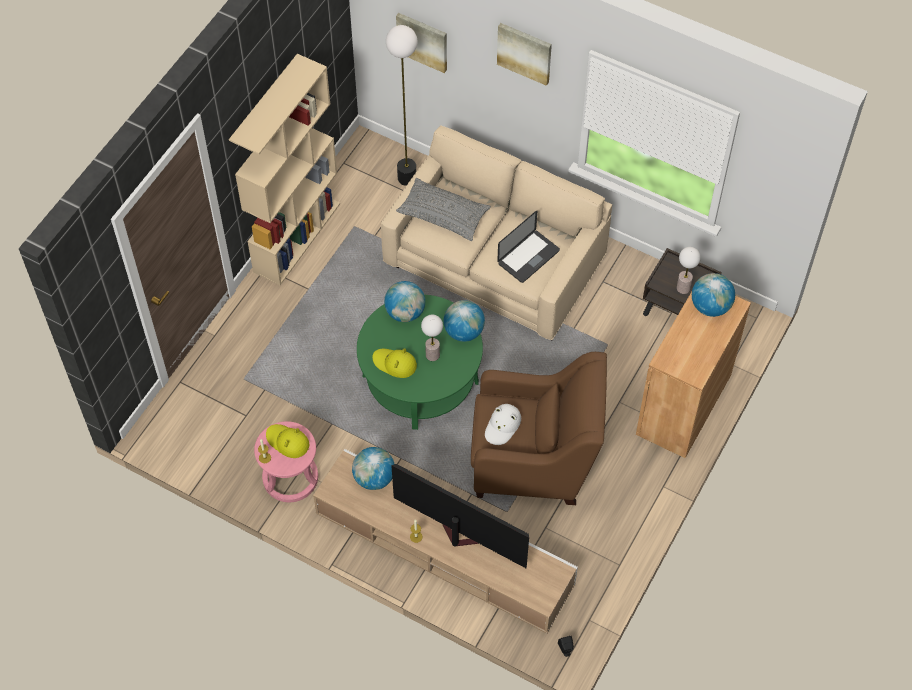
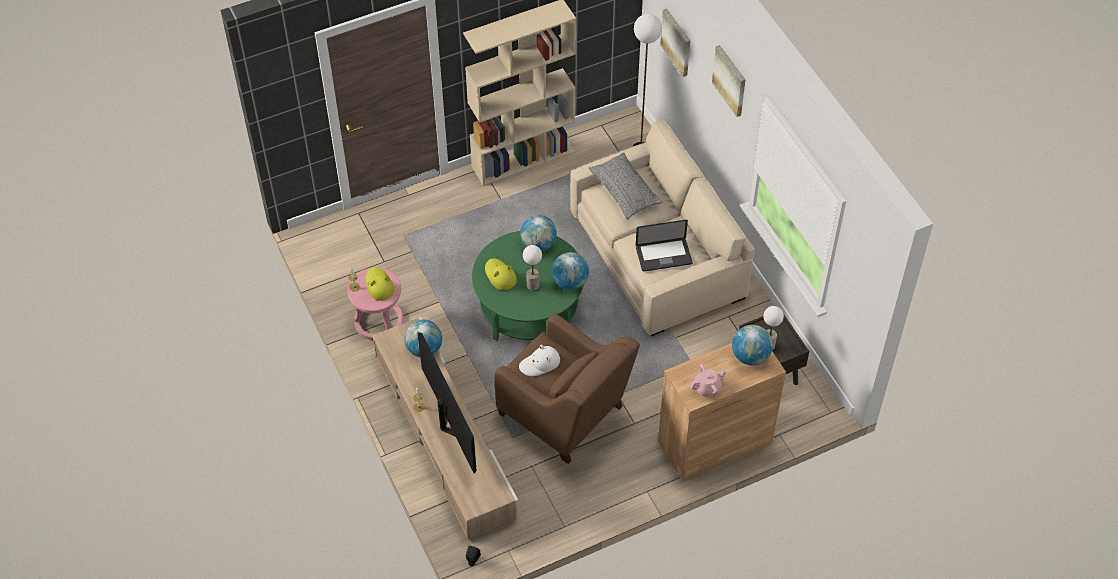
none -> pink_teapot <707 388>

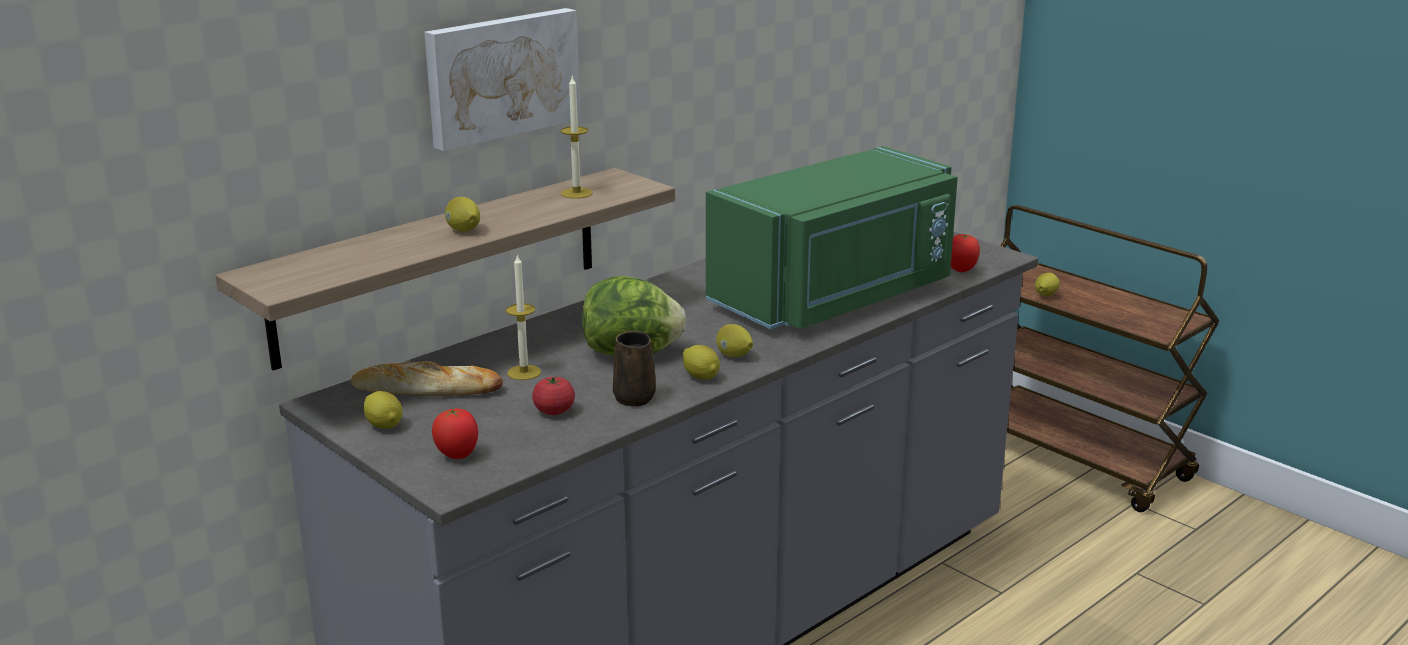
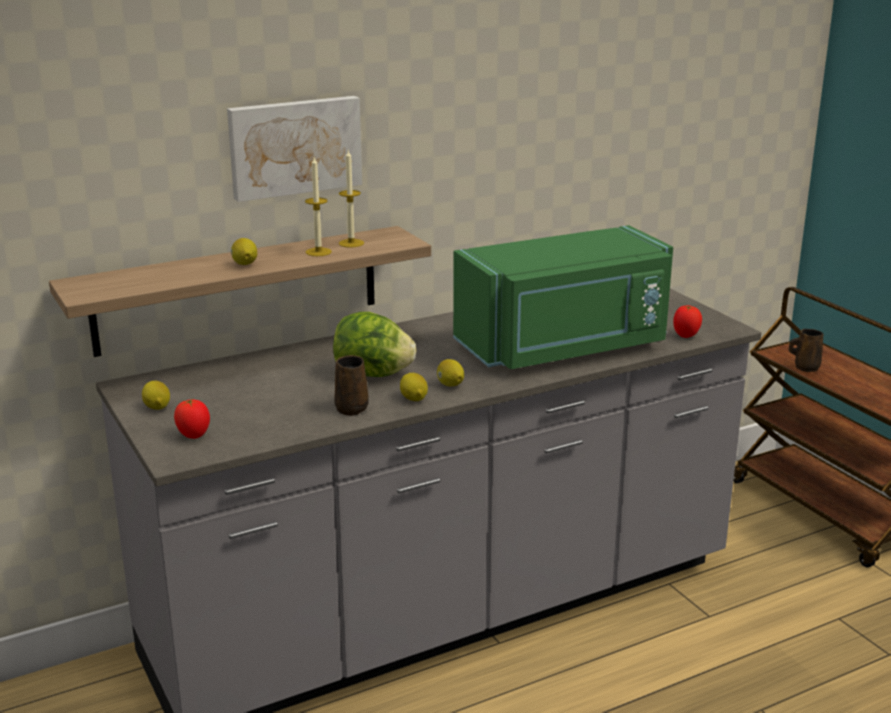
bread <427 389> -> none
candle <524 372> -> candle <318 252>, shifted
tomato <554 411> -> none
lemon <1045 295> -> brown_mug <805 367>

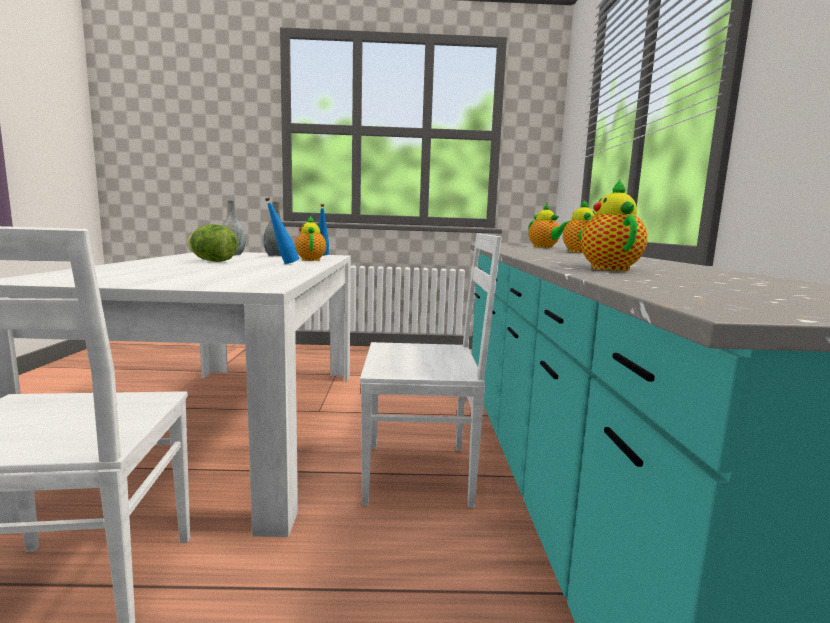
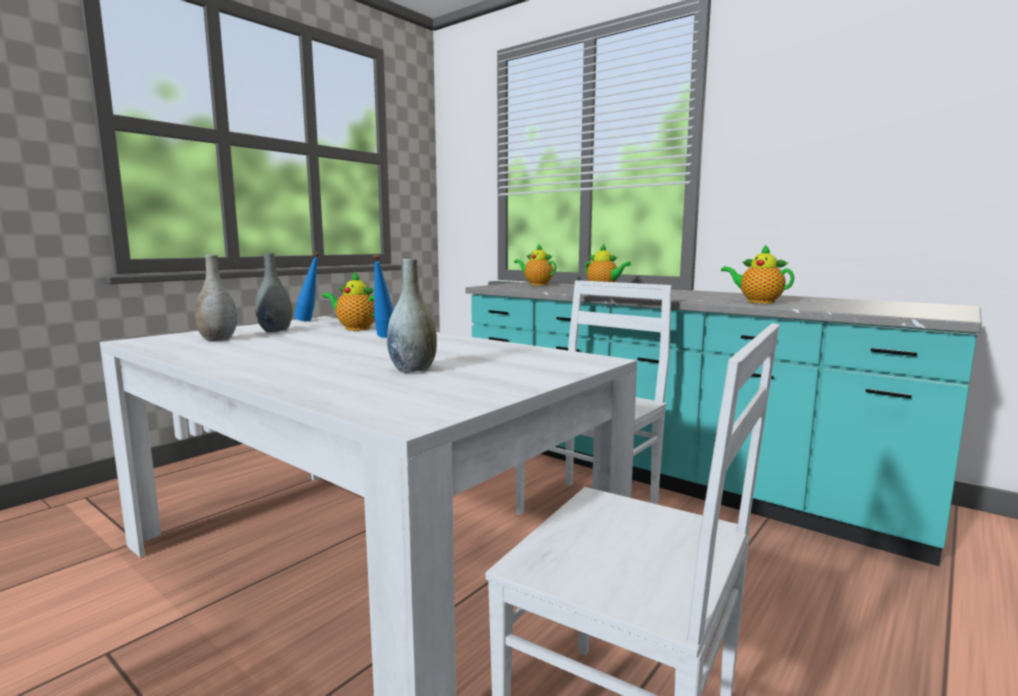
lettuce <213 261> -> none
teapot <545 247> -> teapot <536 284>, 150 degrees counterclockwise
none -> grey_vase <413 370>

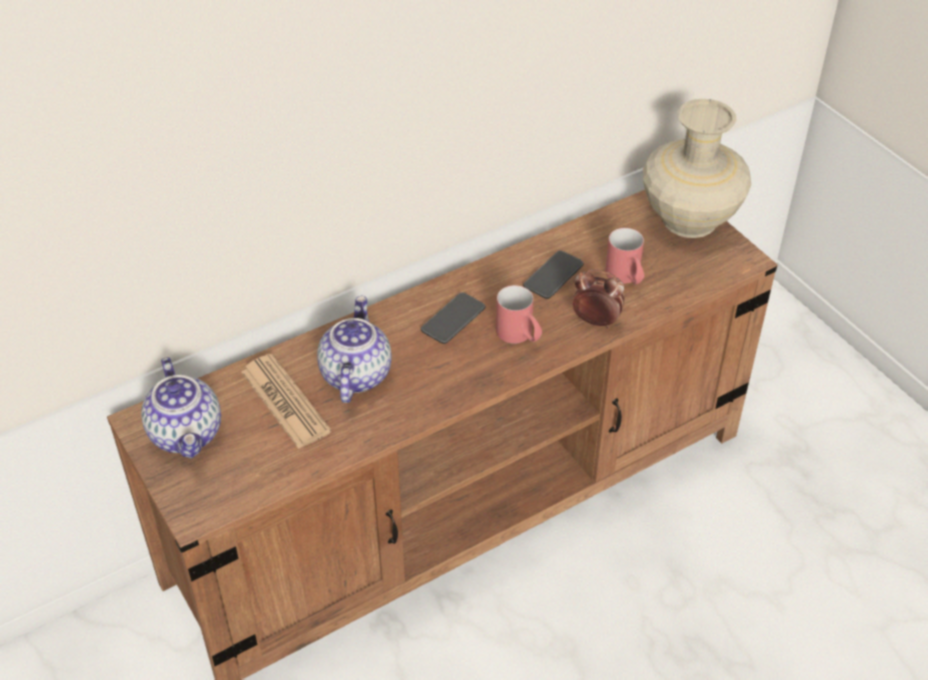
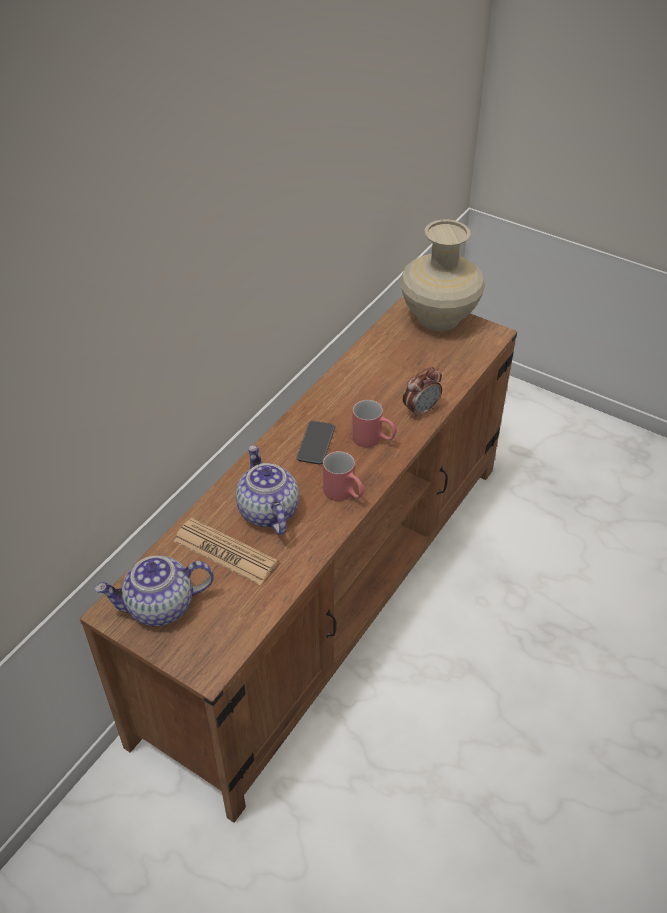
teapot <187 433> -> teapot <160 607>, 120 degrees clockwise
phone <553 275> -> none
alarm_clock <596 321> -> alarm_clock <421 410>, 150 degrees clockwise
red_mug <626 278> -> red_mug <344 494>, shifted

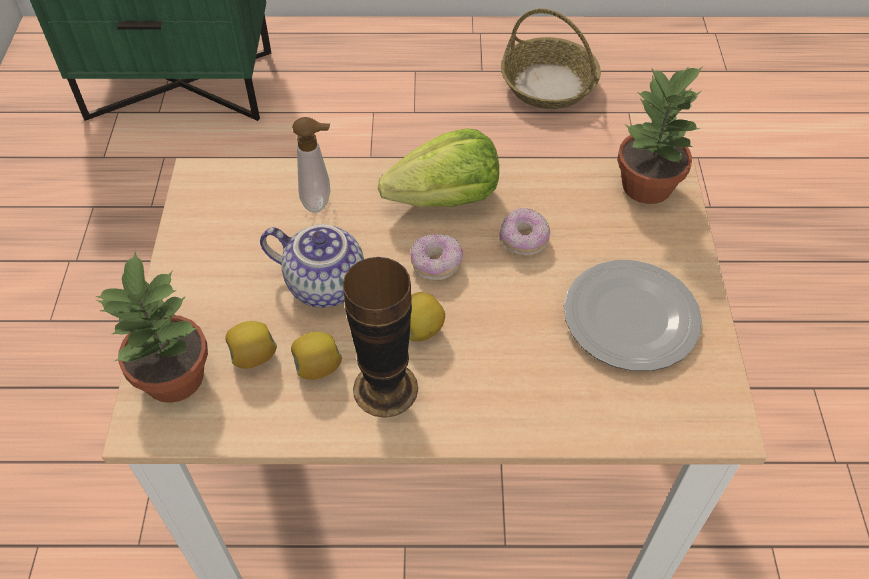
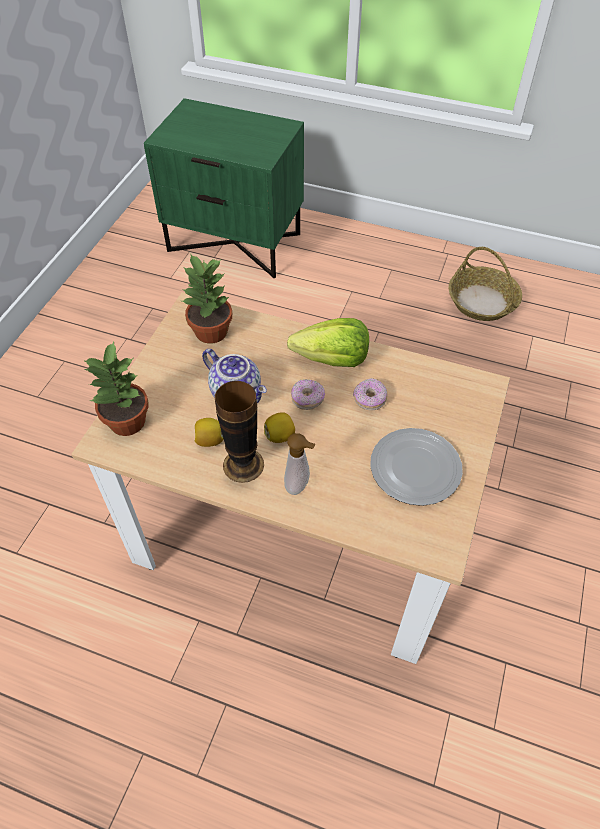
lemon <253 356> -> none
soap_dispenser <320 202> -> soap_dispenser <299 485>, shifted
potted_plant <648 187> -> potted_plant <211 332>, shifted

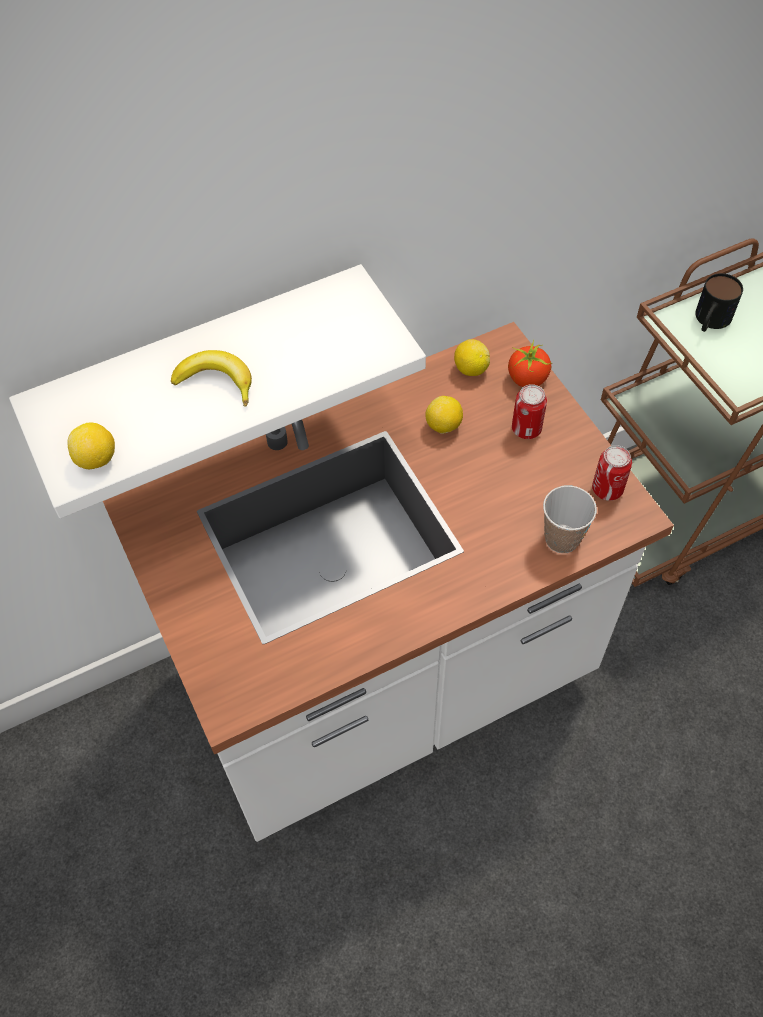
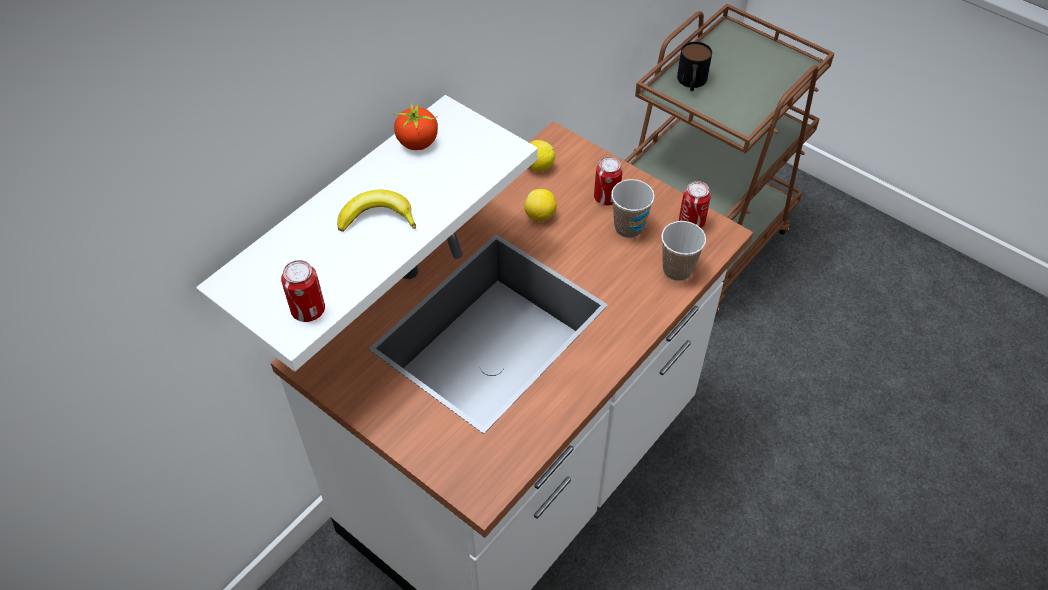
lemon <97 459> -> can <308 310>
tomato <527 379> -> tomato <418 143>, shifted
none -> cup <628 227>

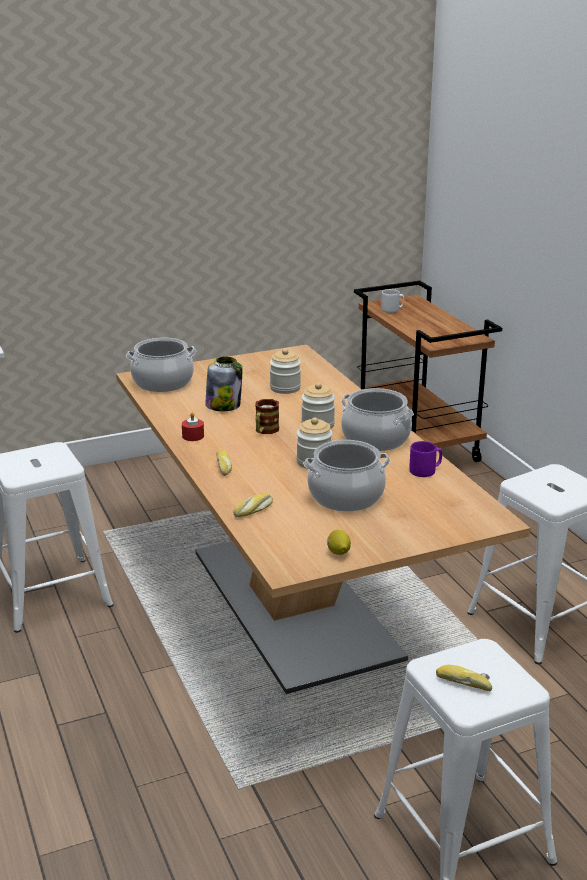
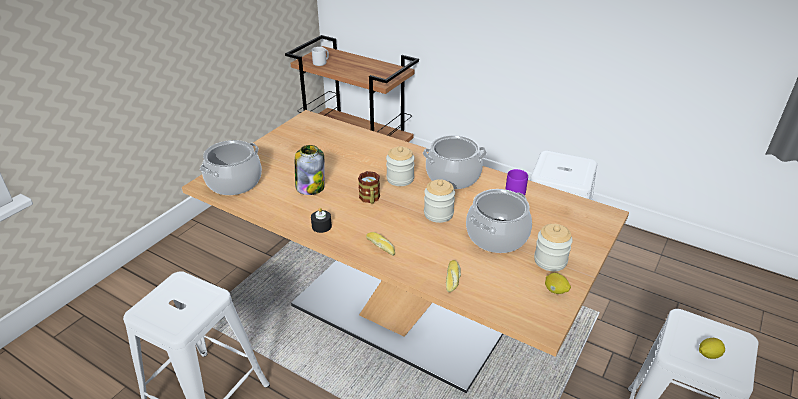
red_candle <193 436> -> black_candle <321 226>
jar <285 388> -> jar <550 261>, shifted
bread <463 683> -> lemon <708 355>

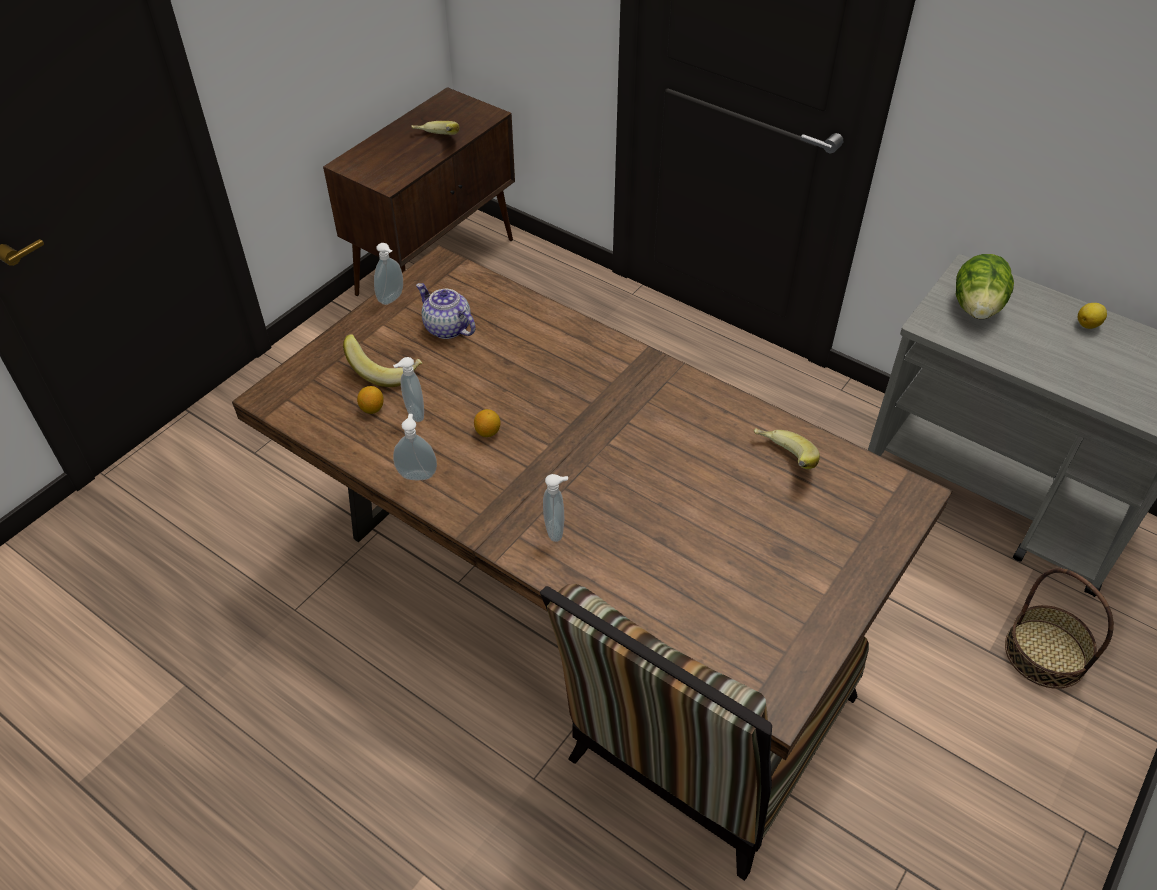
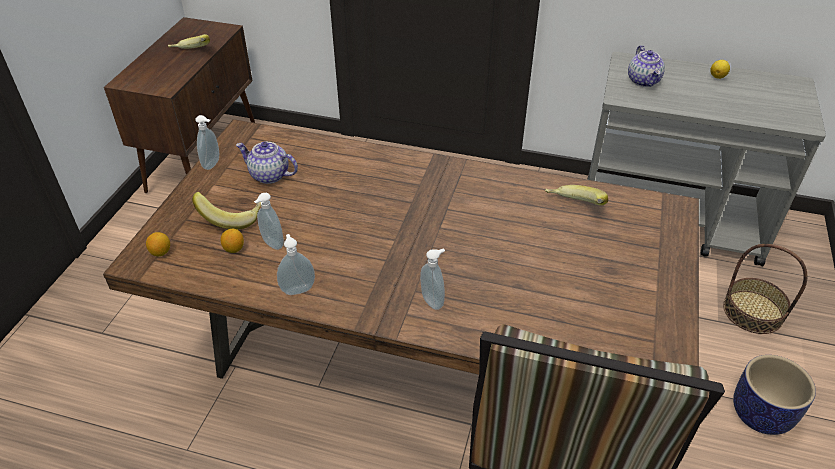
lemon <488 432> -> lemon <161 252>, shifted
lettuce <976 308> -> teapot <644 81>
none -> planter <761 415>

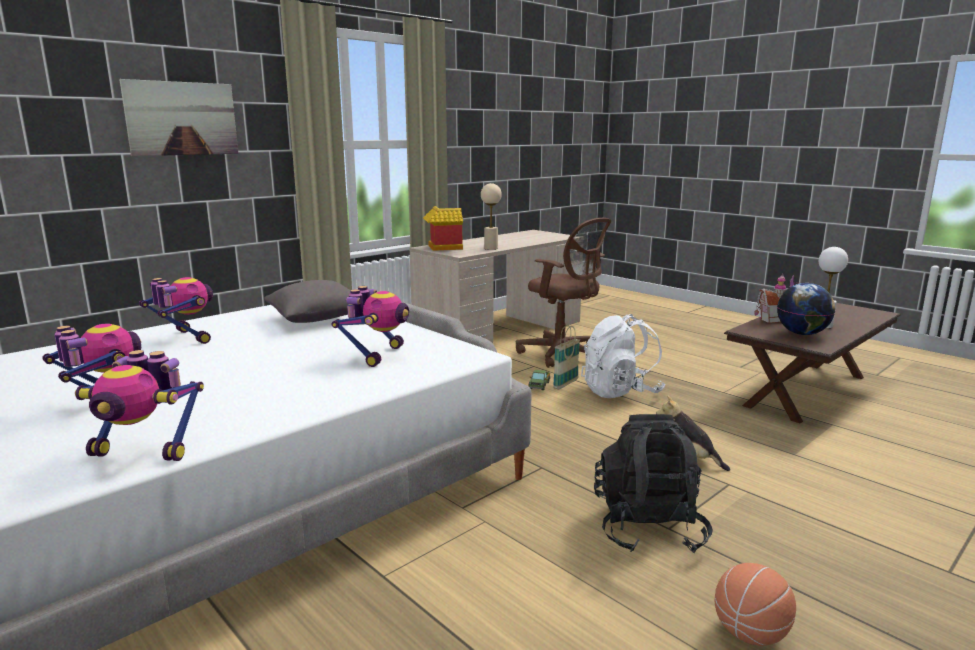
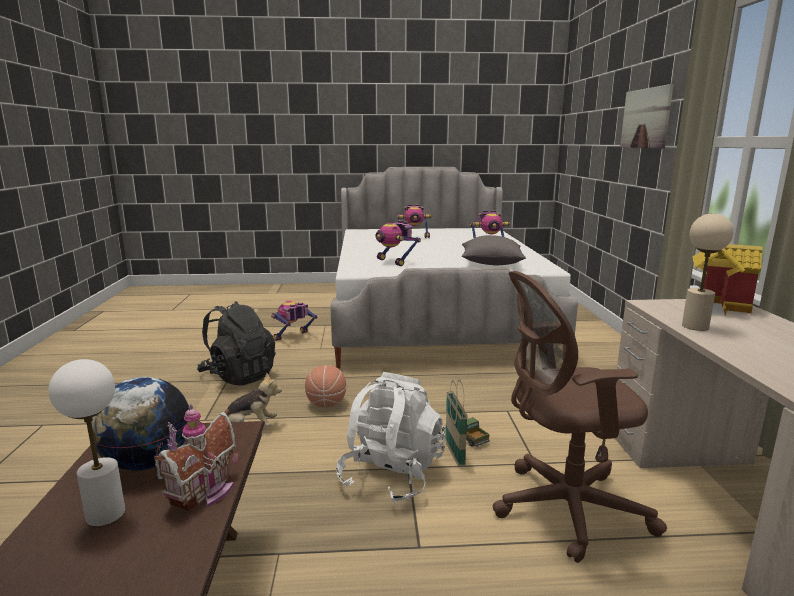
toy_robot <145 451> -> toy_robot <293 337>, shifted
basketball <750 633> -> basketball <326 404>, shifted

